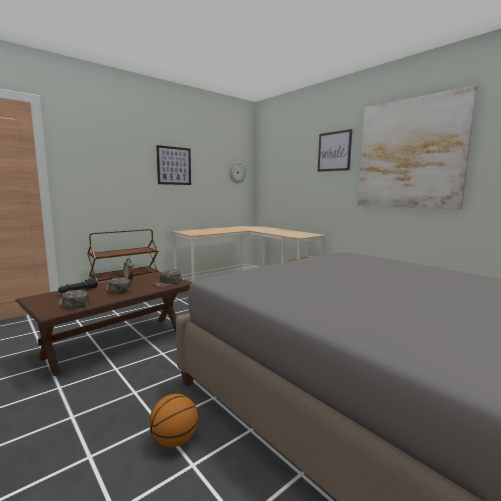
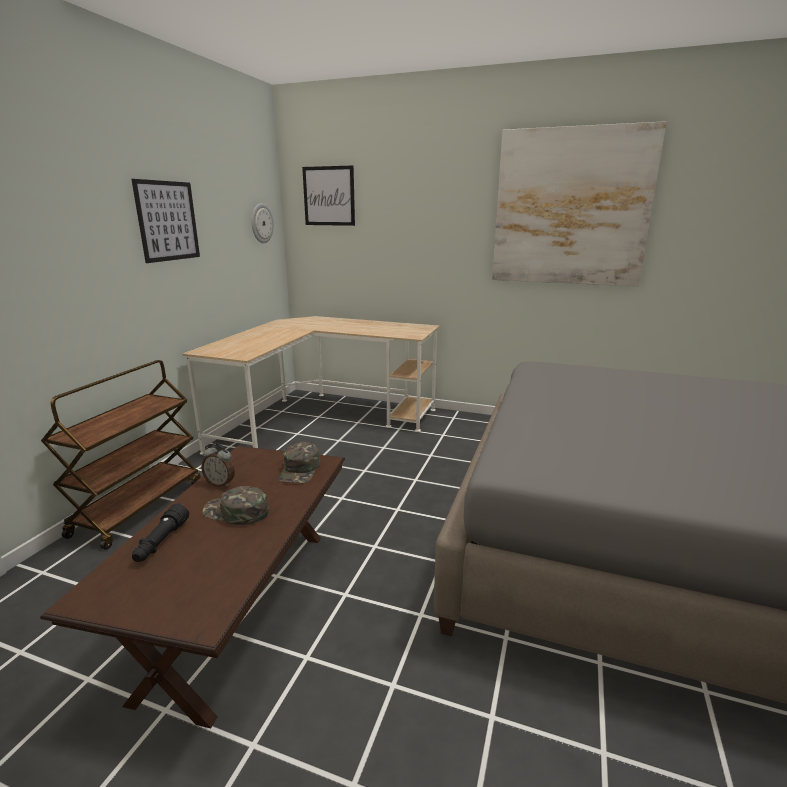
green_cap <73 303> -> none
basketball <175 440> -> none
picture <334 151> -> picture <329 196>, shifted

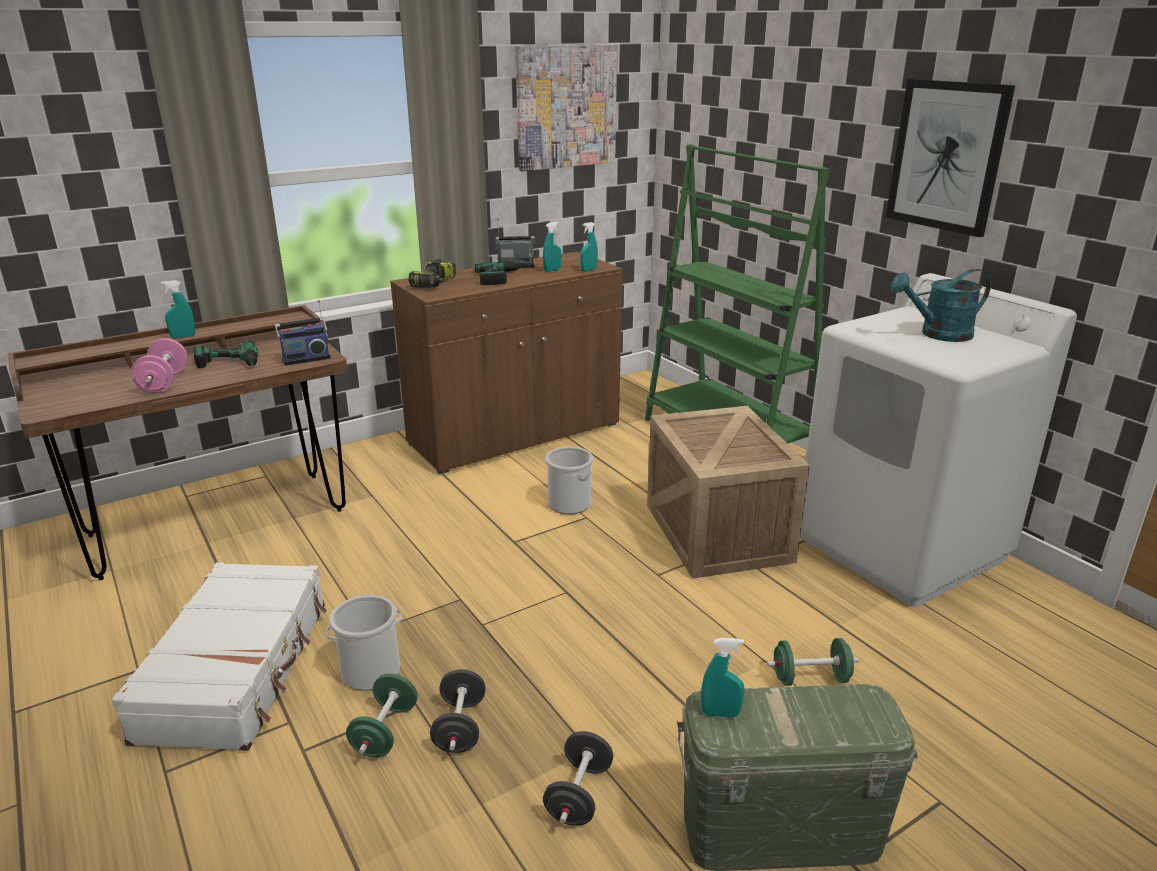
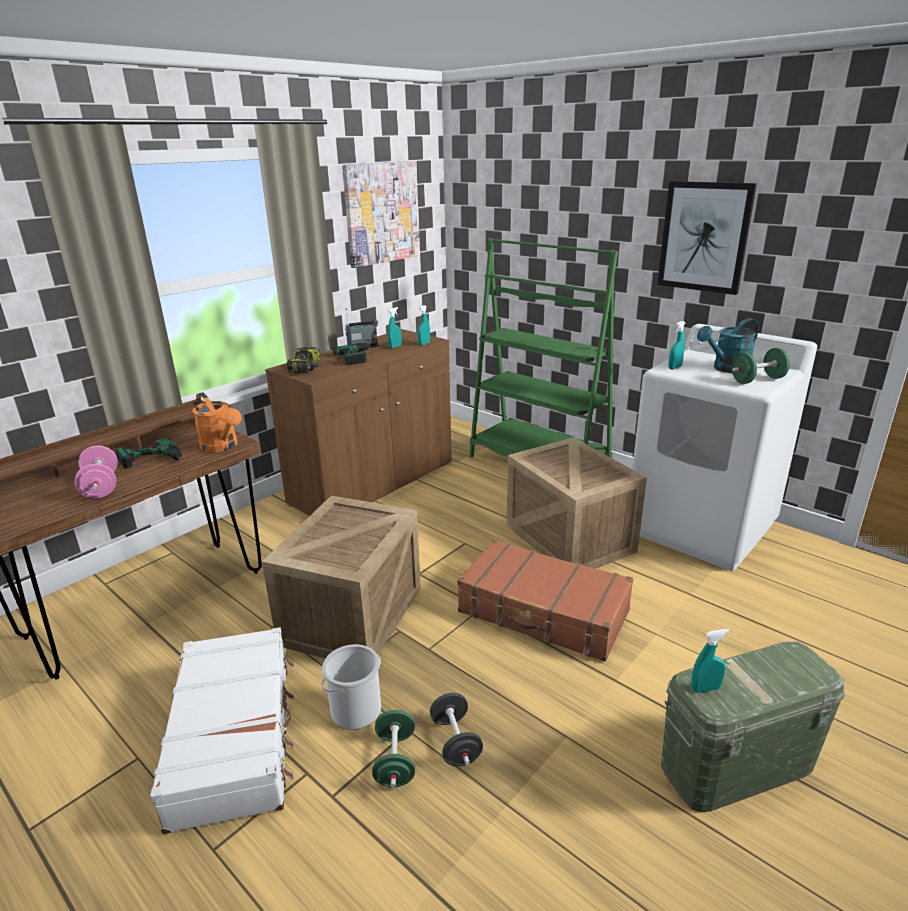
turquoise_spray_bottle <183 336> -> turquoise_spray_bottle <674 368>, shifted
radio <306 359> -> orange_watering_can <222 446>
black_dumbbell <579 795> -> none
bucket <570 504> -> none
green_dumbbell <810 678> -> green_dumbbell <757 380>, shifted
none -> crate <352 613>
none -> brown_suitcase <543 612>

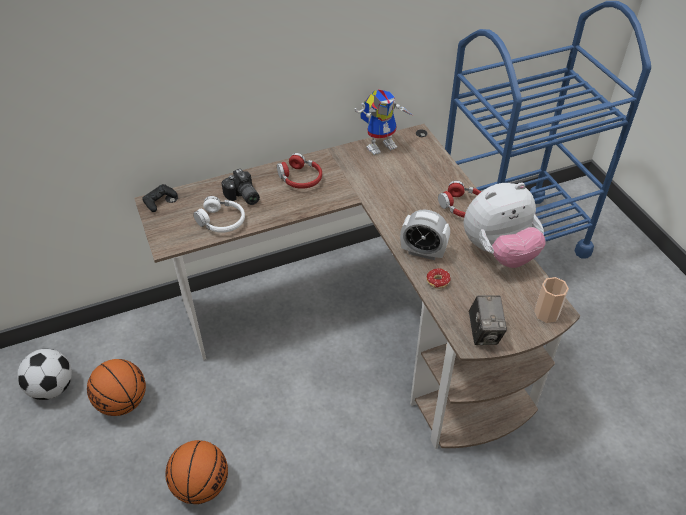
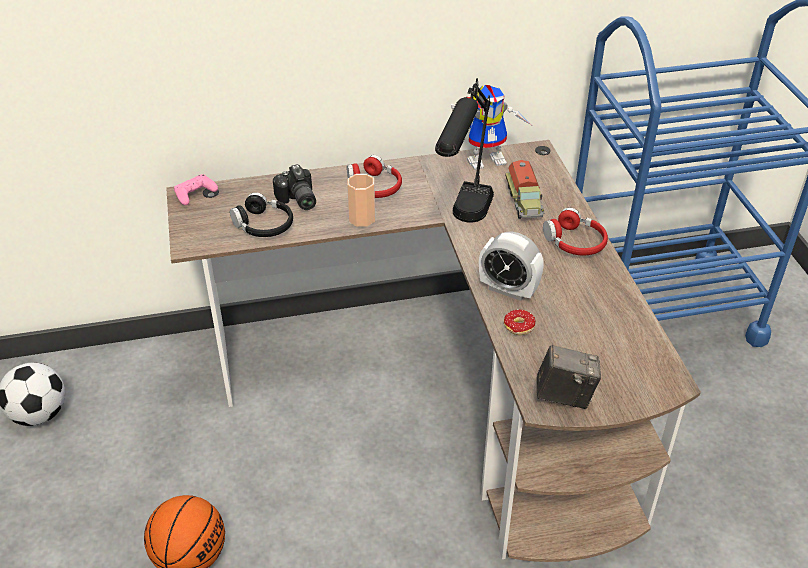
basketball <122 402> -> none
black_game_controller <159 201> -> pink_game_controller <195 194>
white_headphones <221 221> -> black_headphones <263 225>
plush_toy <499 252> -> none
photo_camera <484 333> -> photo_camera <564 396>, 90 degrees counterclockwise
cup <546 313> -> cup <362 218>, shifted
none -> black_table_lamp <463 227>
none -> toy_truck <524 201>

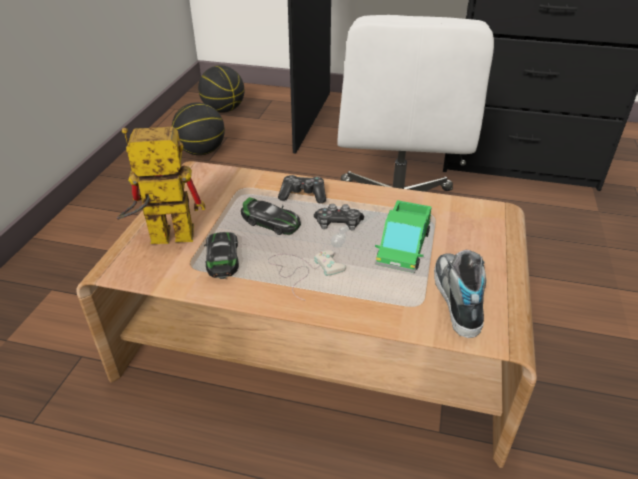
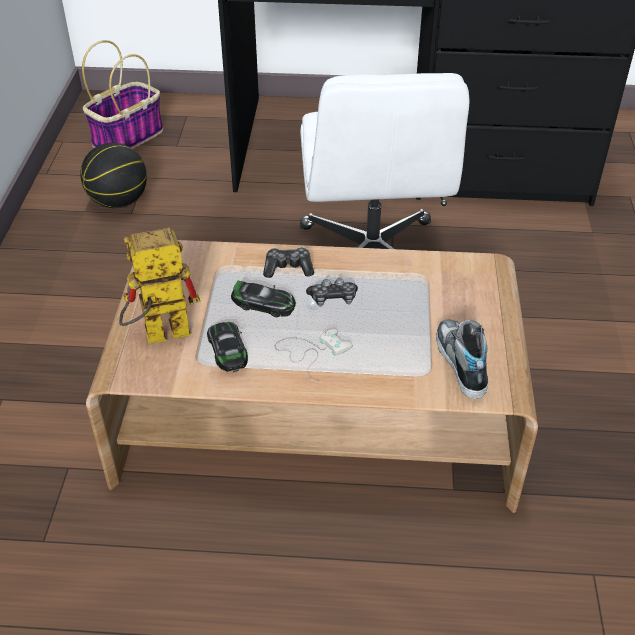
basketball <224 110> -> basket <128 137>
toy_truck <403 247> -> none

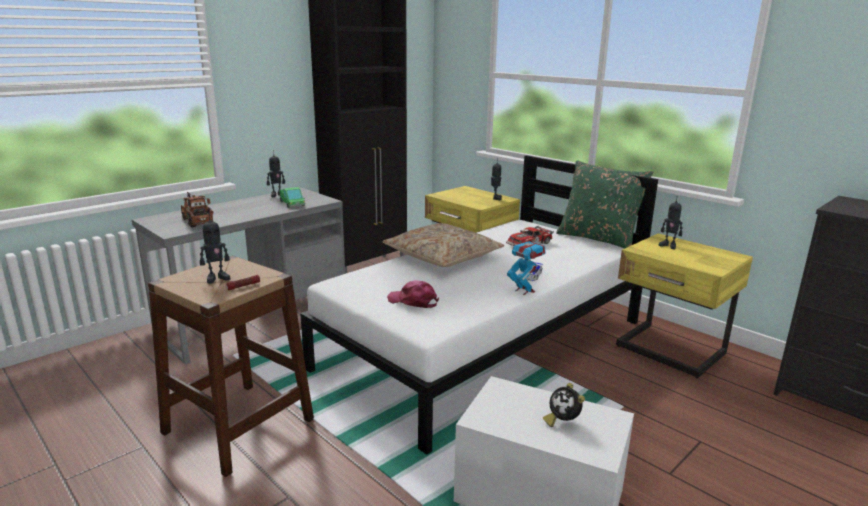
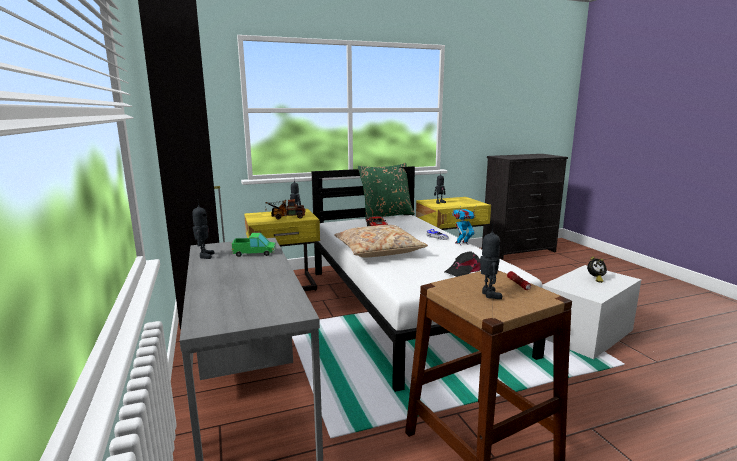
toy_truck <197 220> -> toy_truck <285 217>, shifted
pink_cap <413 301> -> black_cap <463 271>

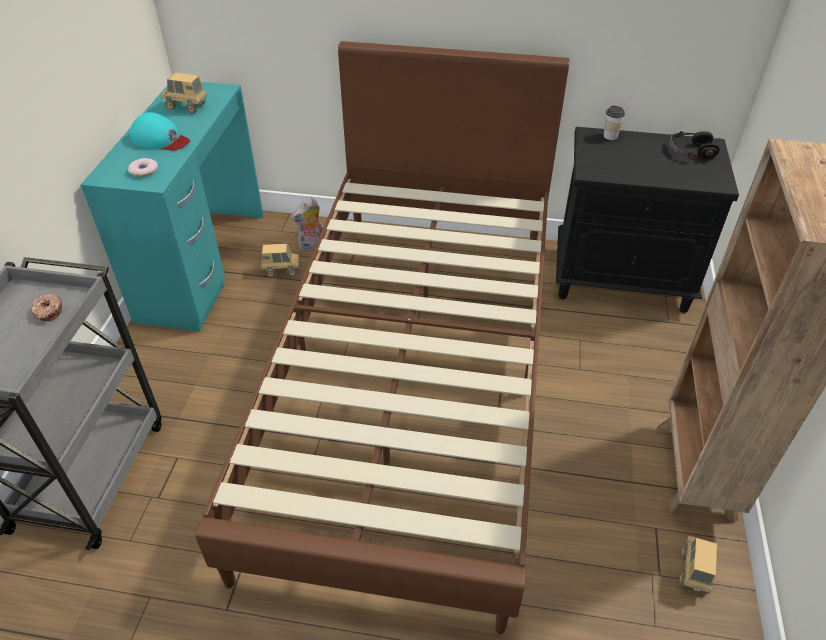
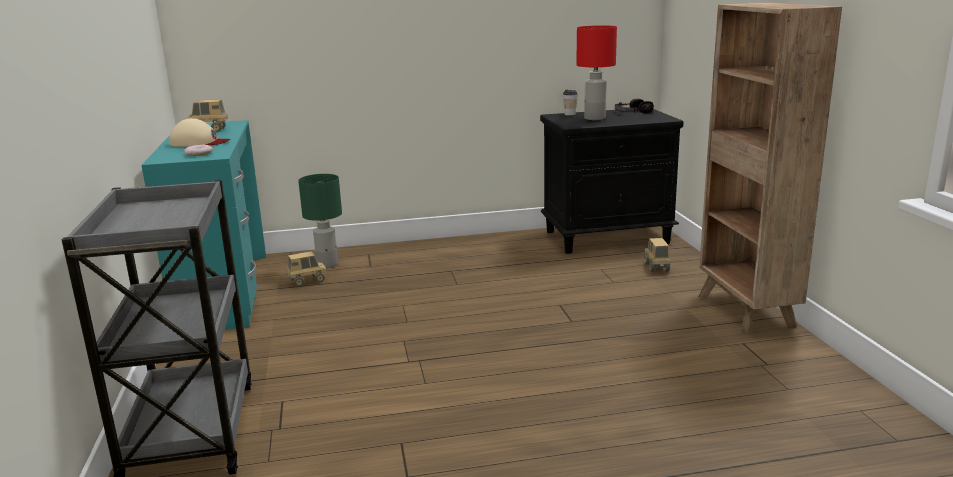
donut <48 311> -> none
turquoise_cap <160 139> -> beige_cap <199 142>
brown_bed <413 379> -> none
plush_toy <312 246> -> green_table_lamp <327 264>
toy_truck <694 572> -> toy_truck <656 267>, shifted
none -> red_table_lamp <594 118>

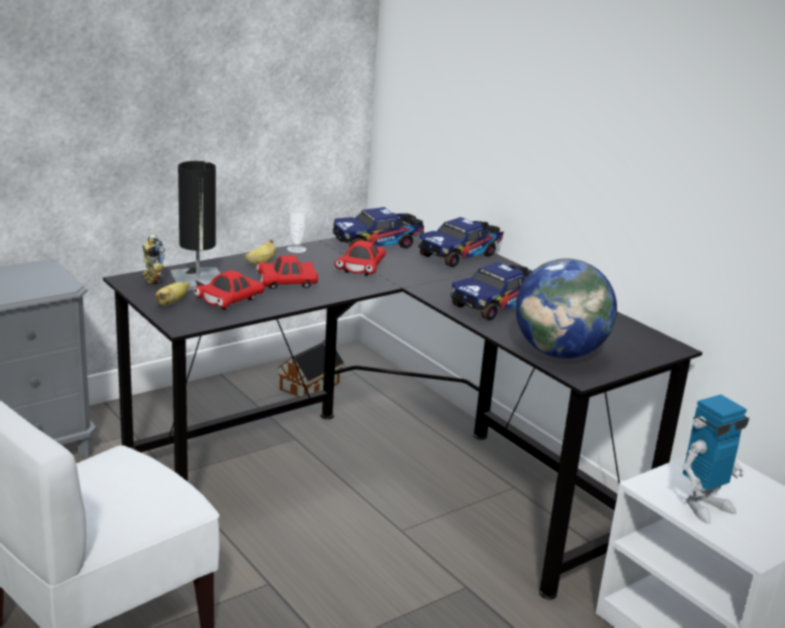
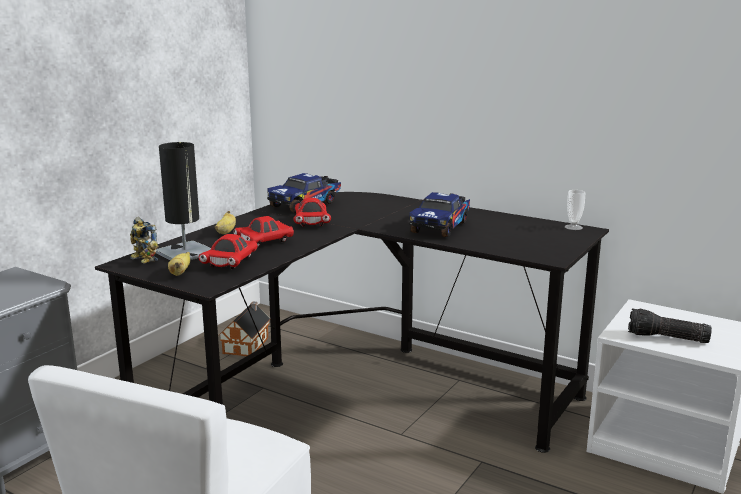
cup <296 249> -> cup <573 227>, shifted
toy_truck <461 255> -> none
globe <559 353> -> none
toy_robot <704 506> -> flashlight <666 338>

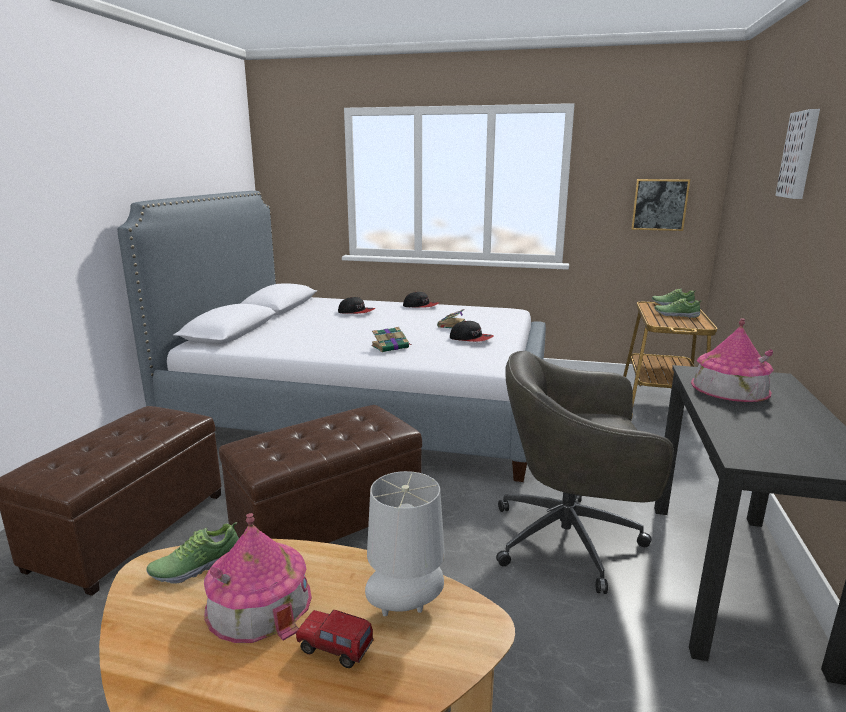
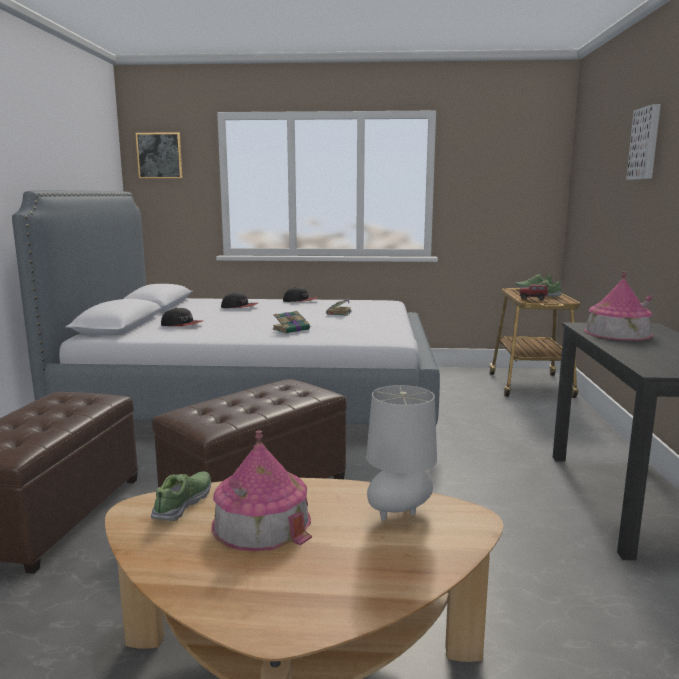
shoe <196 566> -> shoe <184 503>, 150 degrees clockwise
toy_truck <335 651> -> toy_truck <532 299>, shifted
cap <471 339> -> cap <182 325>, shifted
grey_office_chair <571 540> -> none
picture <659 204> -> picture <159 155>, shifted

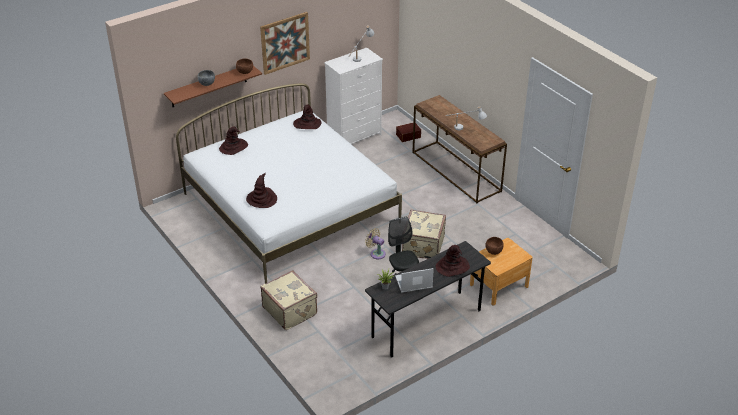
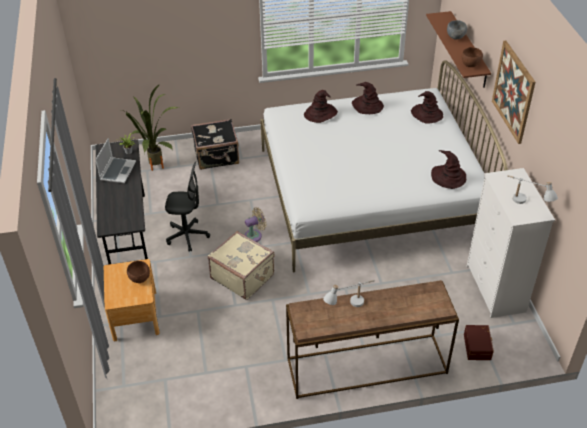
beige_suitcase <290 310> -> black_suitcase <217 156>
brown_hat <452 267> -> brown_hat <367 105>, shifted
none -> potted_plant <156 169>

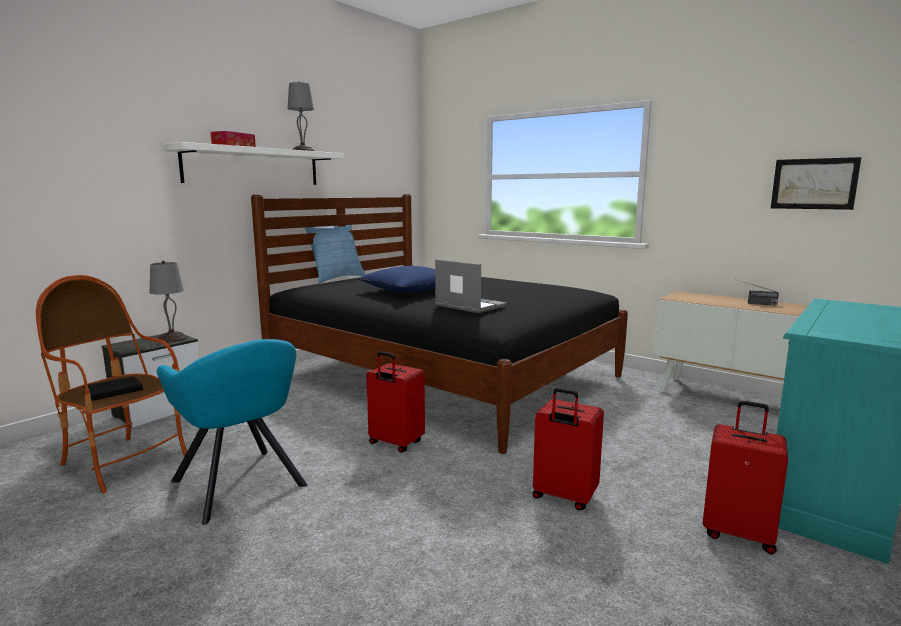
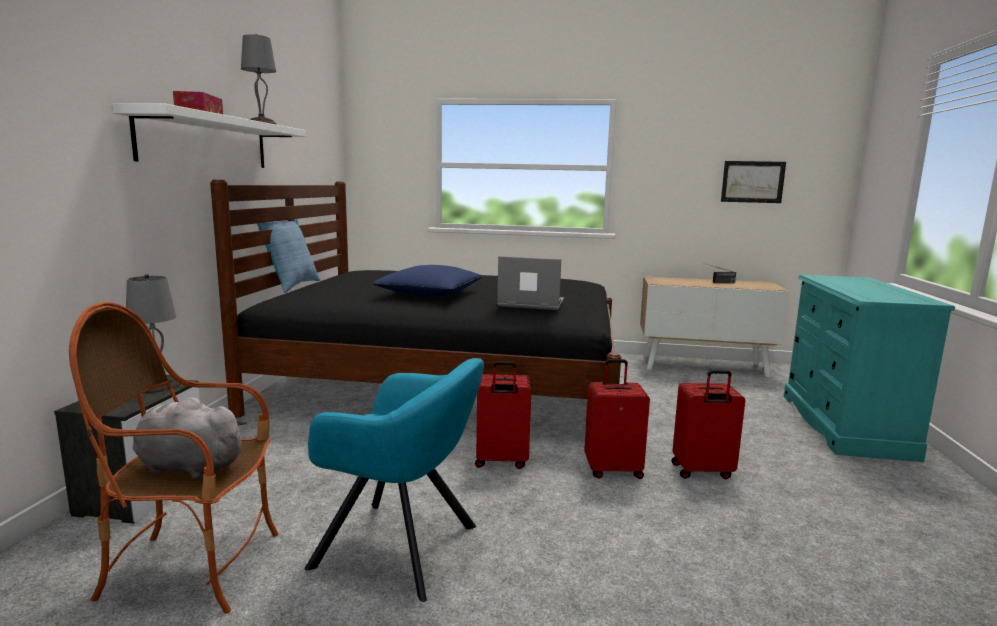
black_book <111 391> -> grey_plush_toy <187 467>
red_suitcase <738 533> -> red_suitcase <613 470>, shifted

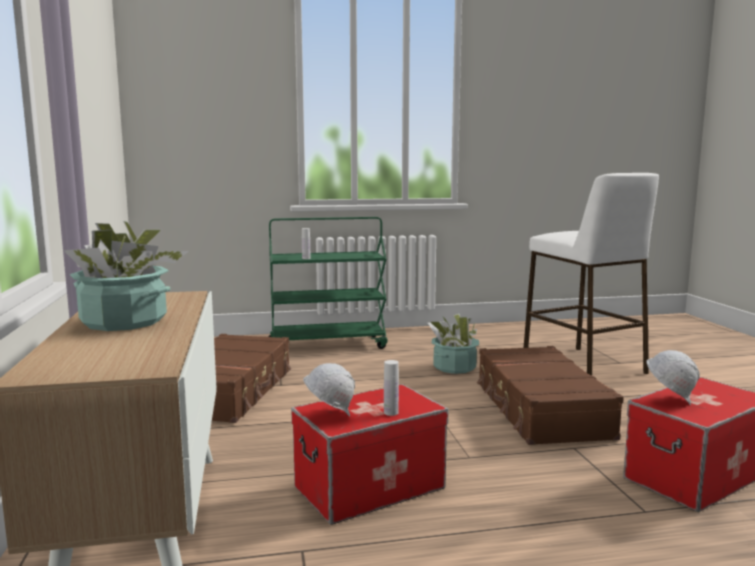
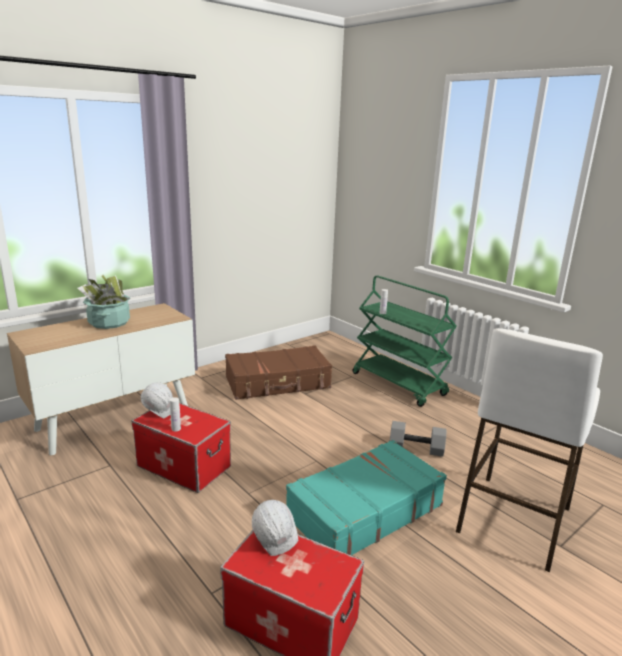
potted_plant <454 367> -> grey_dumbbell <416 448>
brown_suitcase <540 410> -> turquoise_suitcase <364 510>

